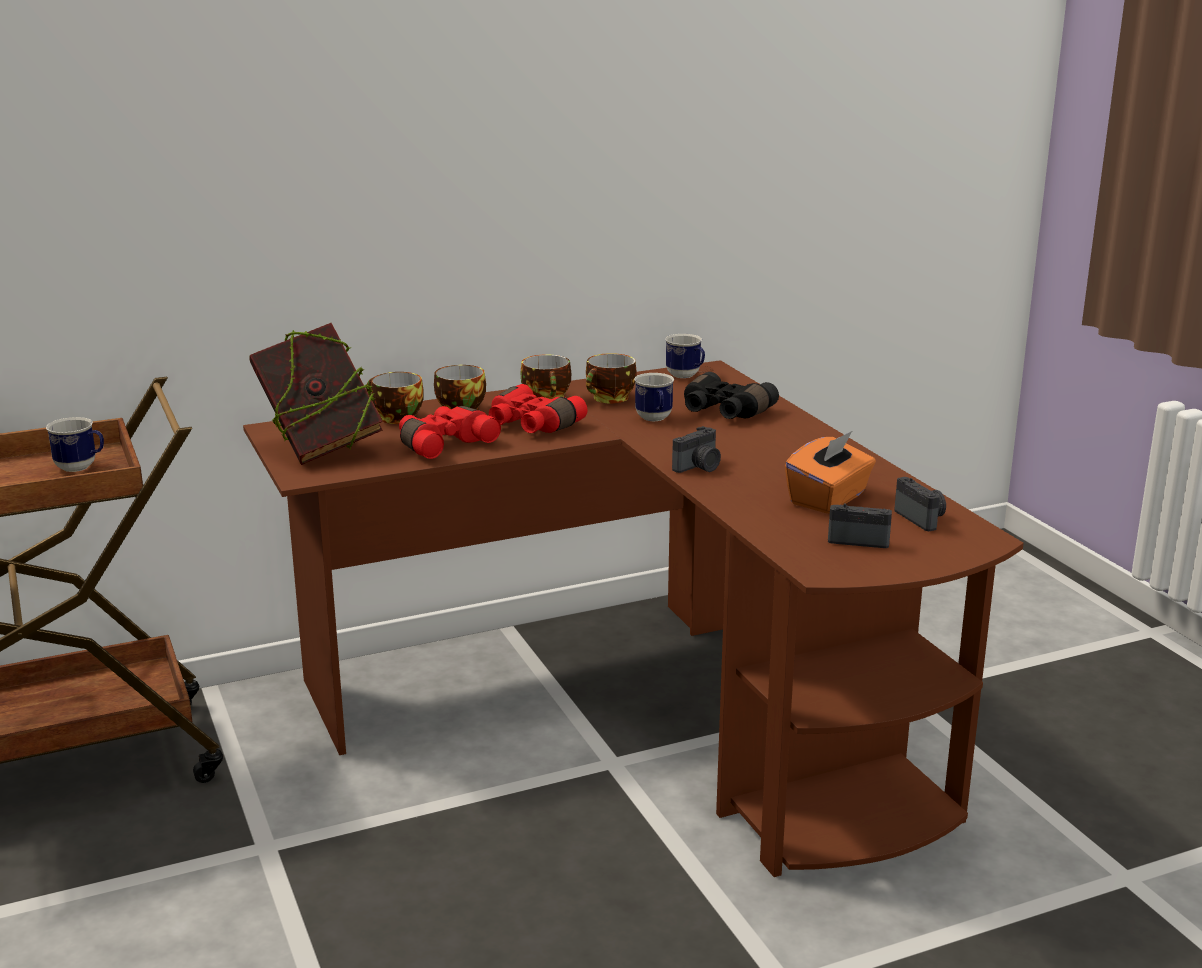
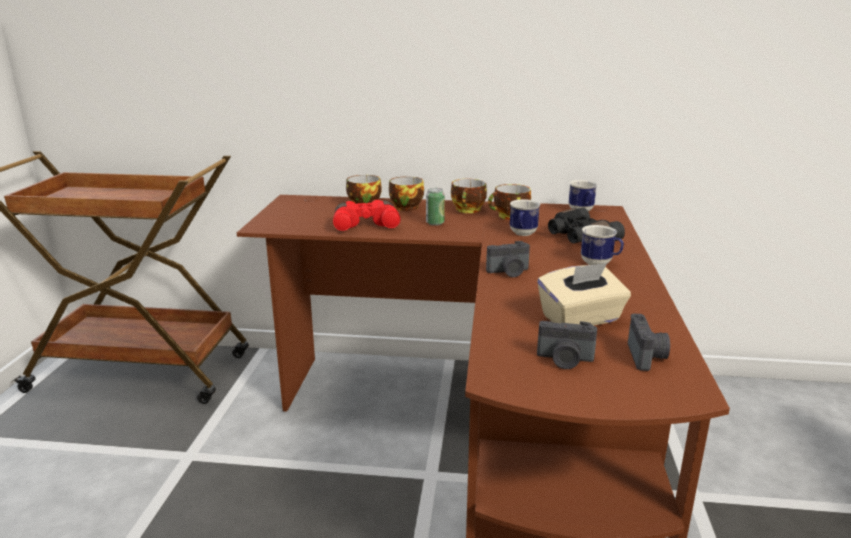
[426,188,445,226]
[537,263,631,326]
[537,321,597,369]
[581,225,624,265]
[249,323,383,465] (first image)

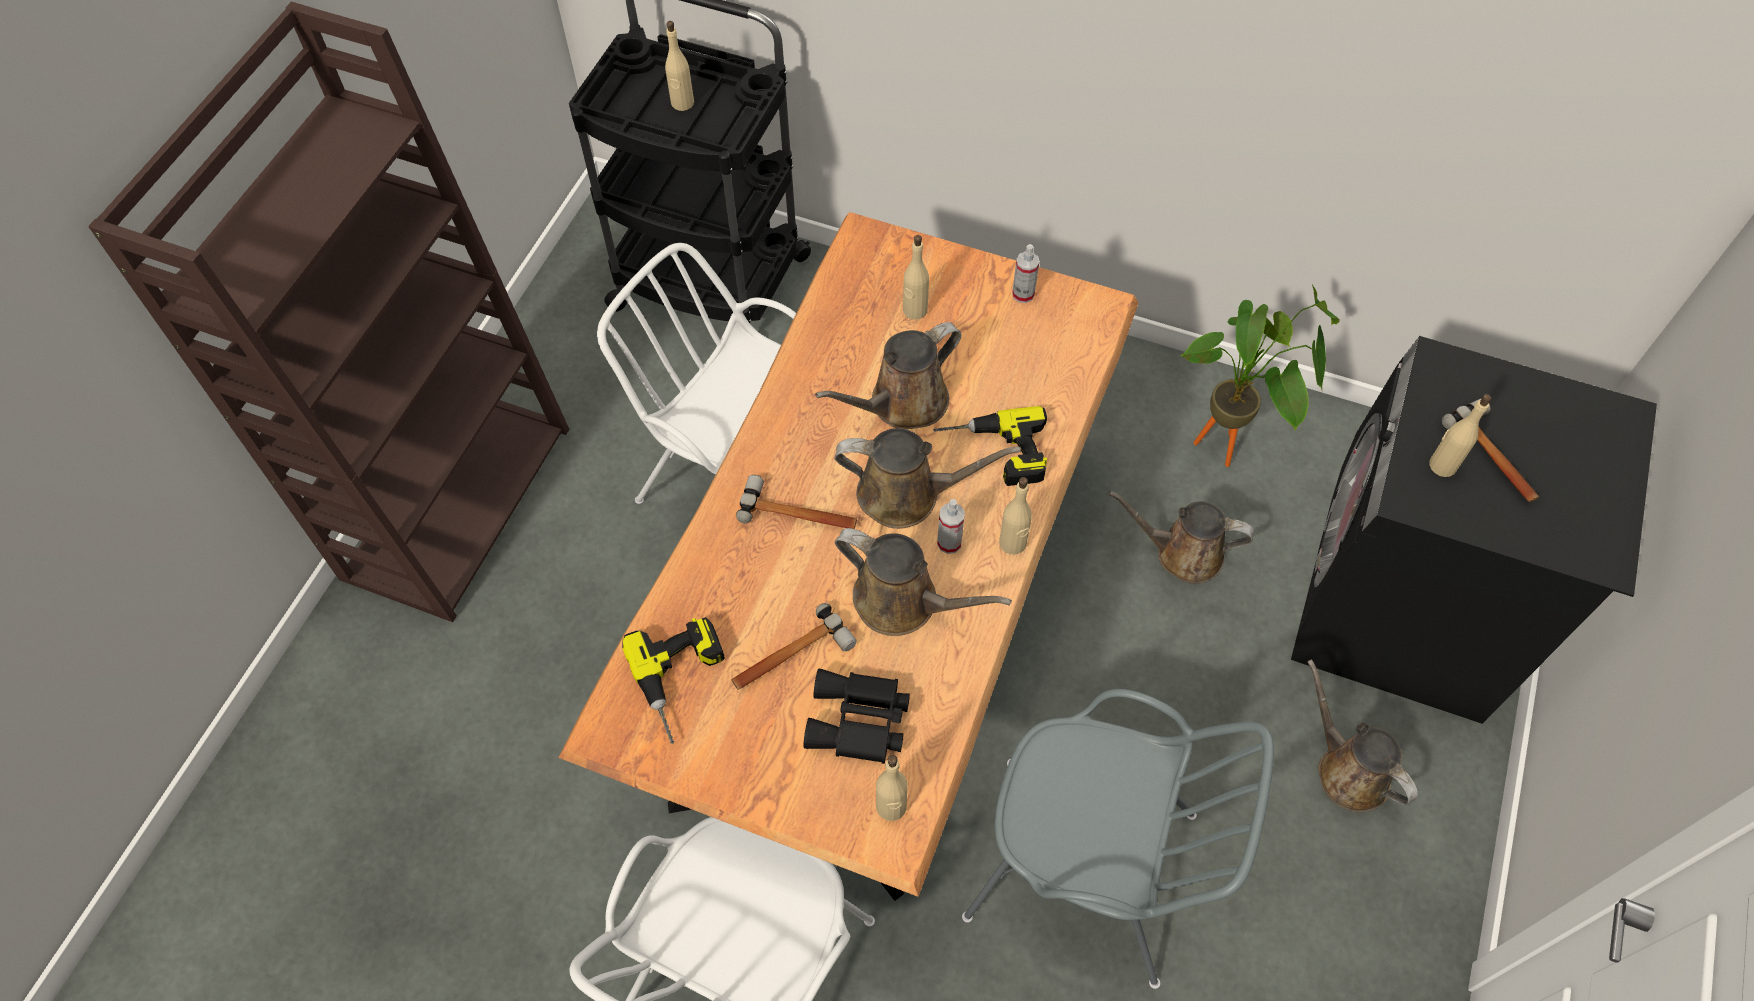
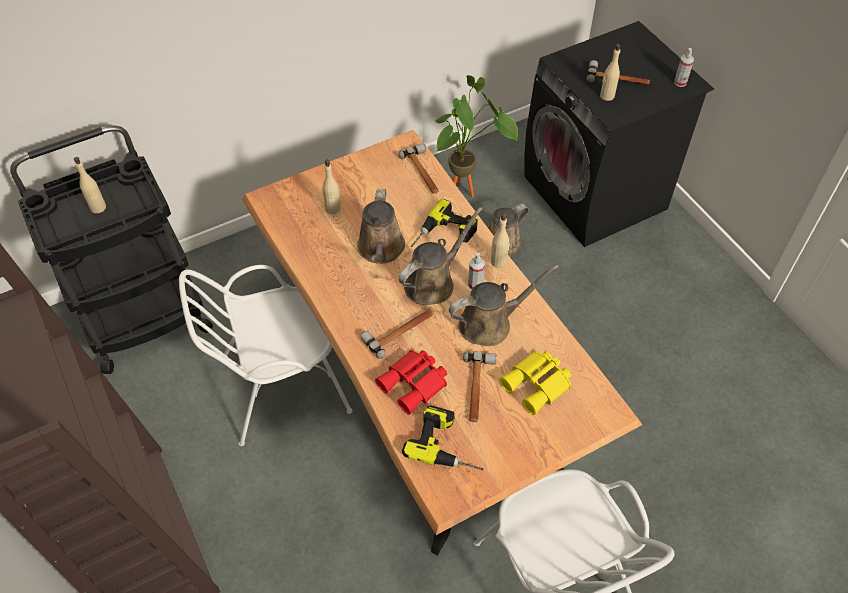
[375,350,447,415]
[398,143,439,194]
[499,350,571,415]
[674,48,694,87]
[876,755,908,821] (first image)
[962,689,1274,989] (first image)
[1307,659,1418,813] (first image)

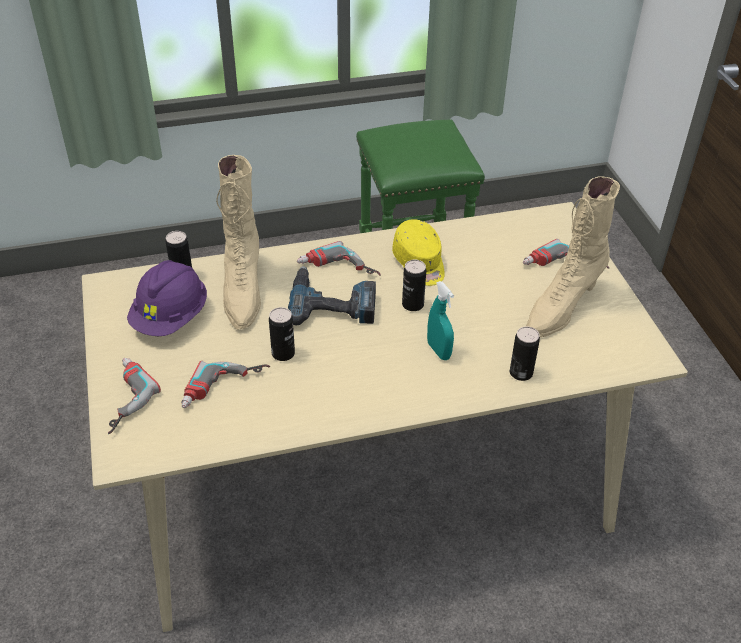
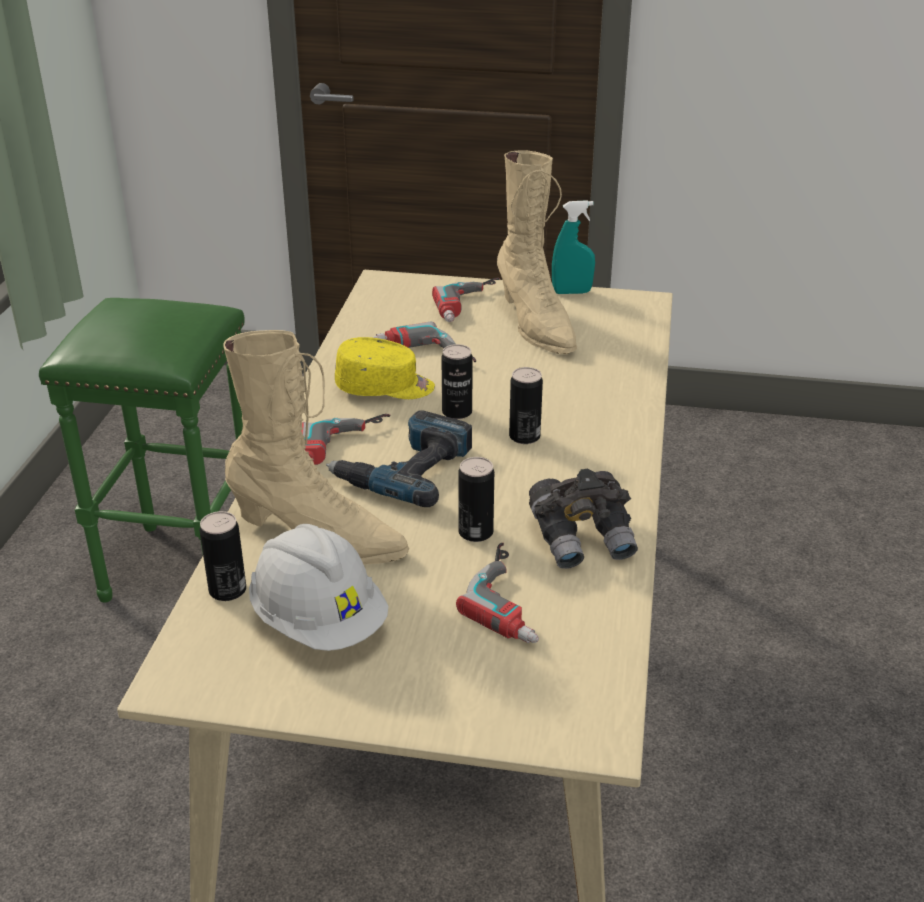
[249,524,389,651]
[372,322,476,362]
[509,367,543,444]
[529,469,638,569]
[552,200,595,294]

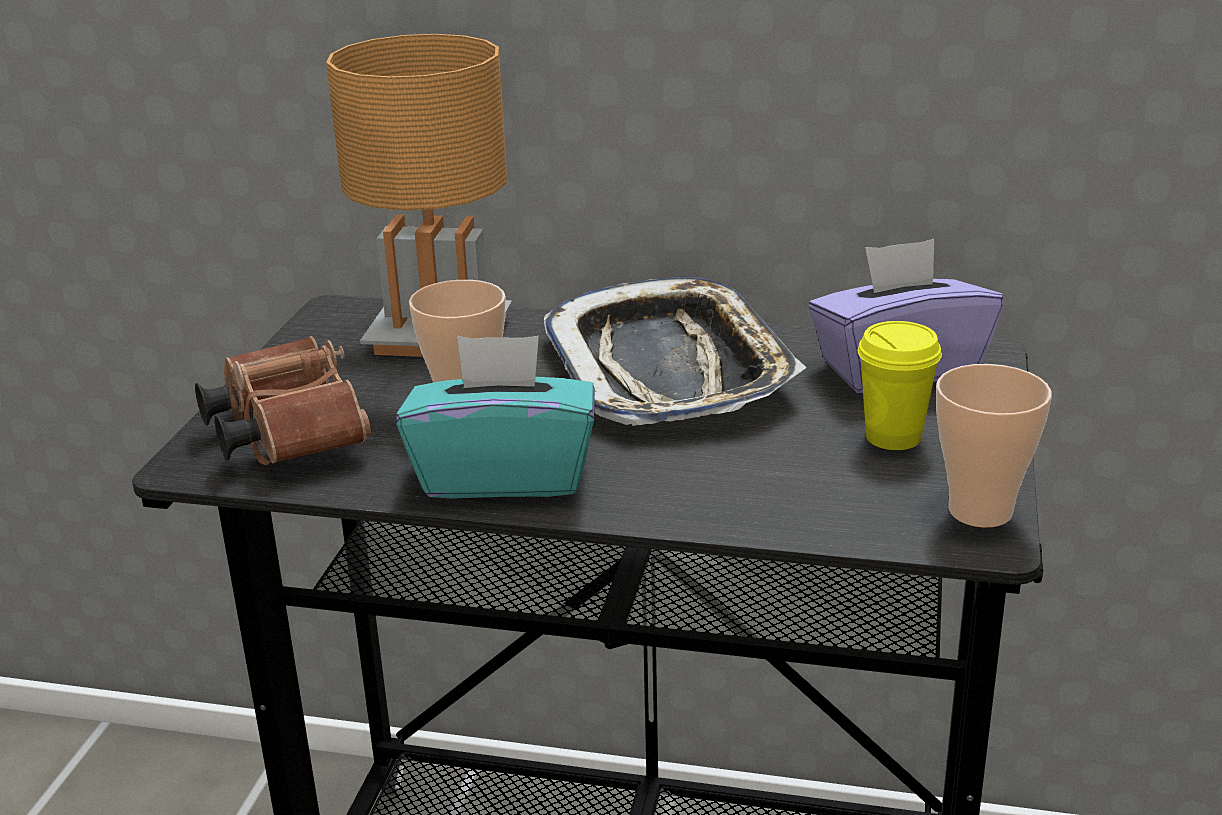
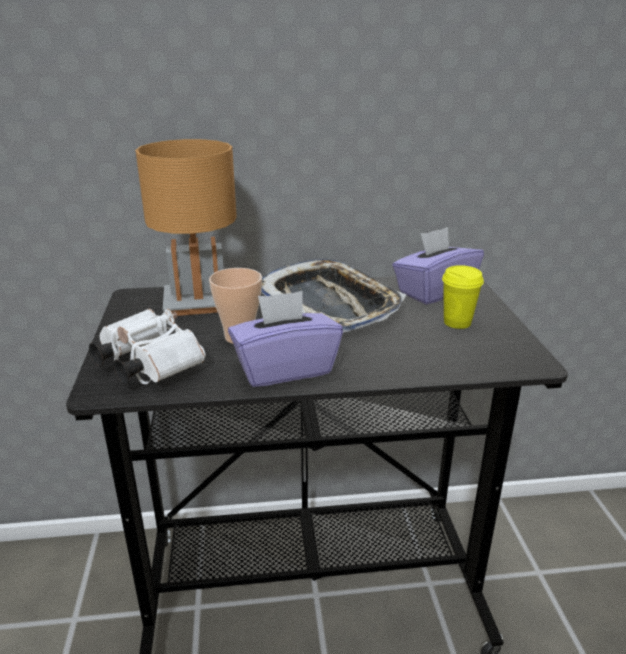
[89,309,206,385]
[228,291,343,387]
[936,364,1052,528] (first image)

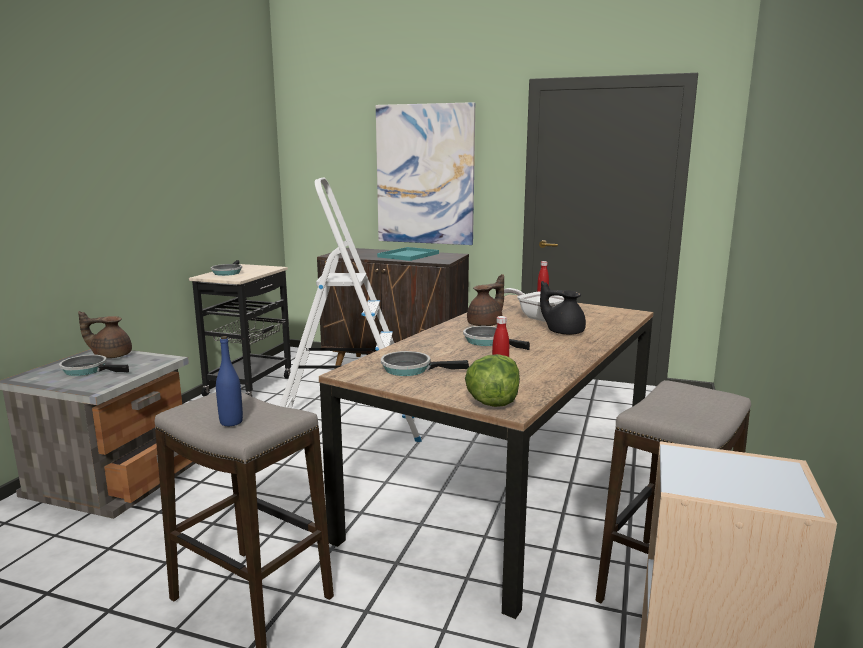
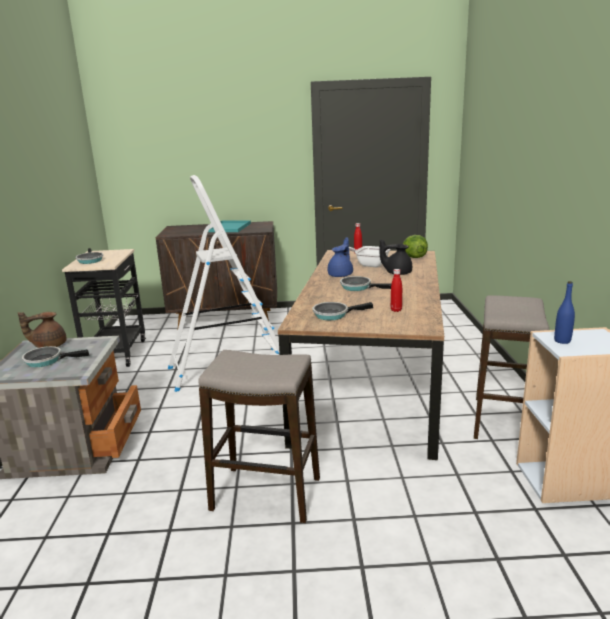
[328,237,353,277]
[403,235,428,258]
[554,281,575,344]
[376,102,475,245] (first image)

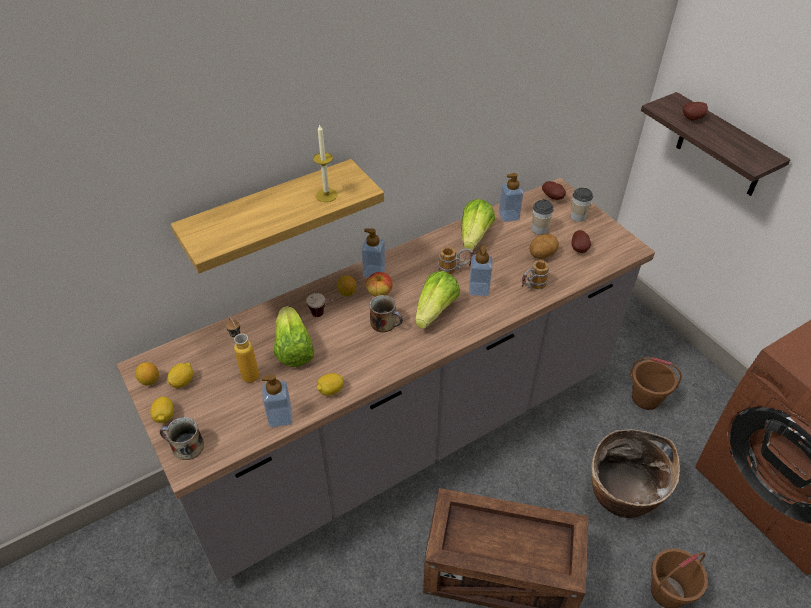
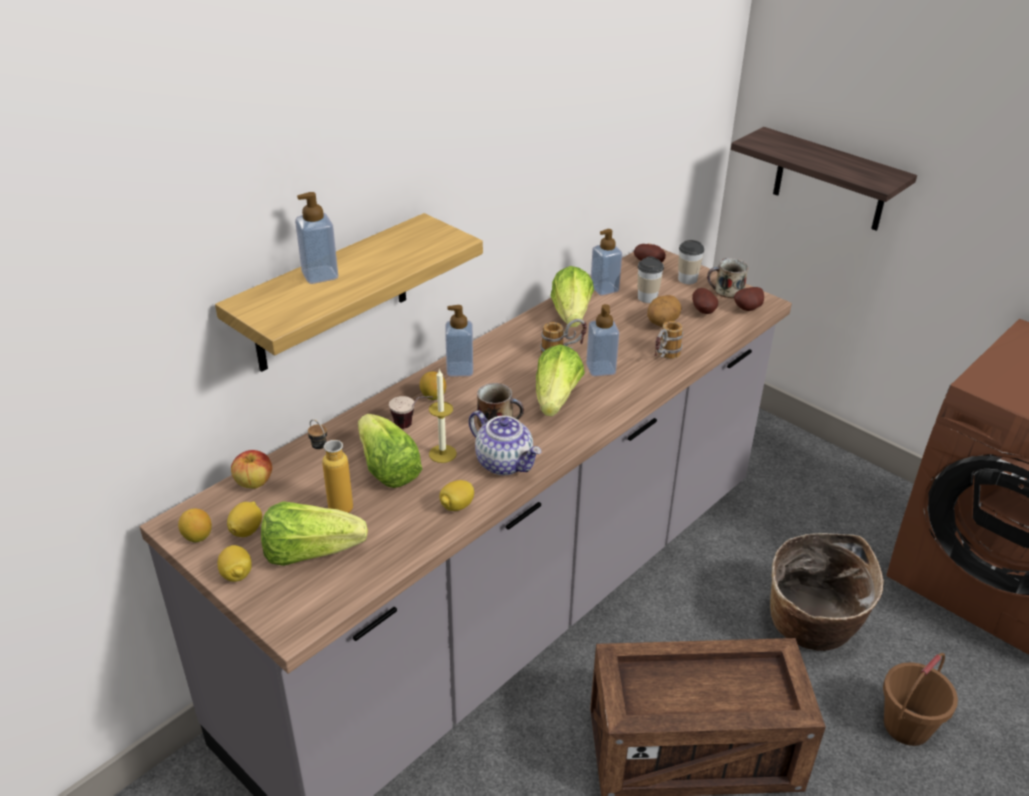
[231,450,272,489]
[261,501,368,566]
[295,192,338,284]
[429,368,457,463]
[469,411,541,475]
[707,258,749,298]
[734,287,764,311]
[630,357,682,410] (first image)

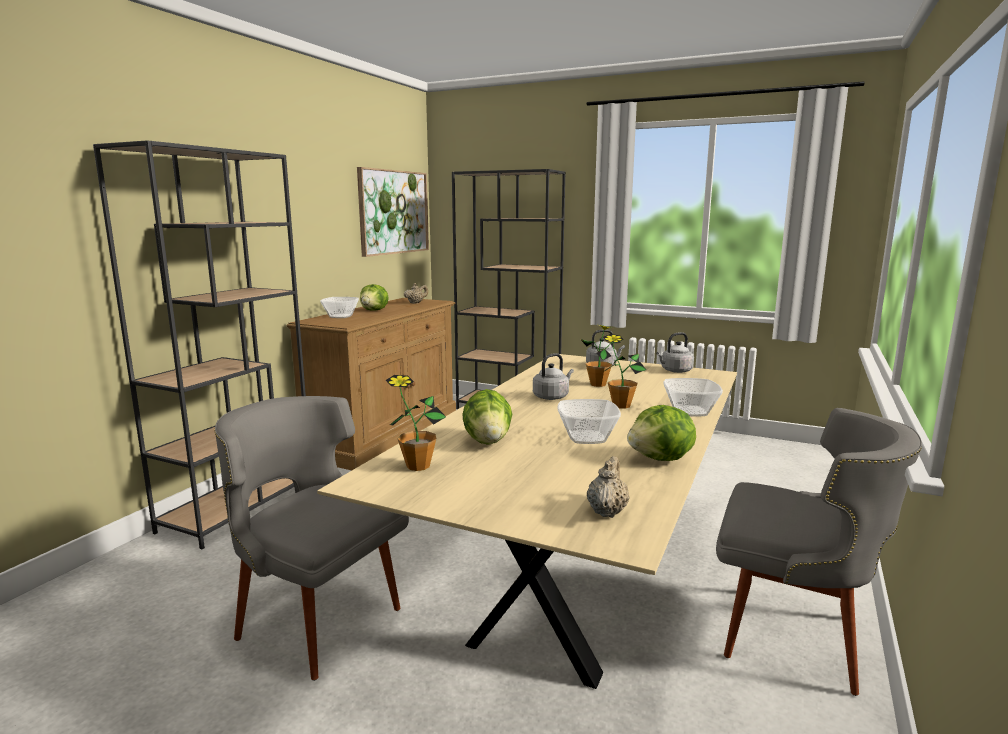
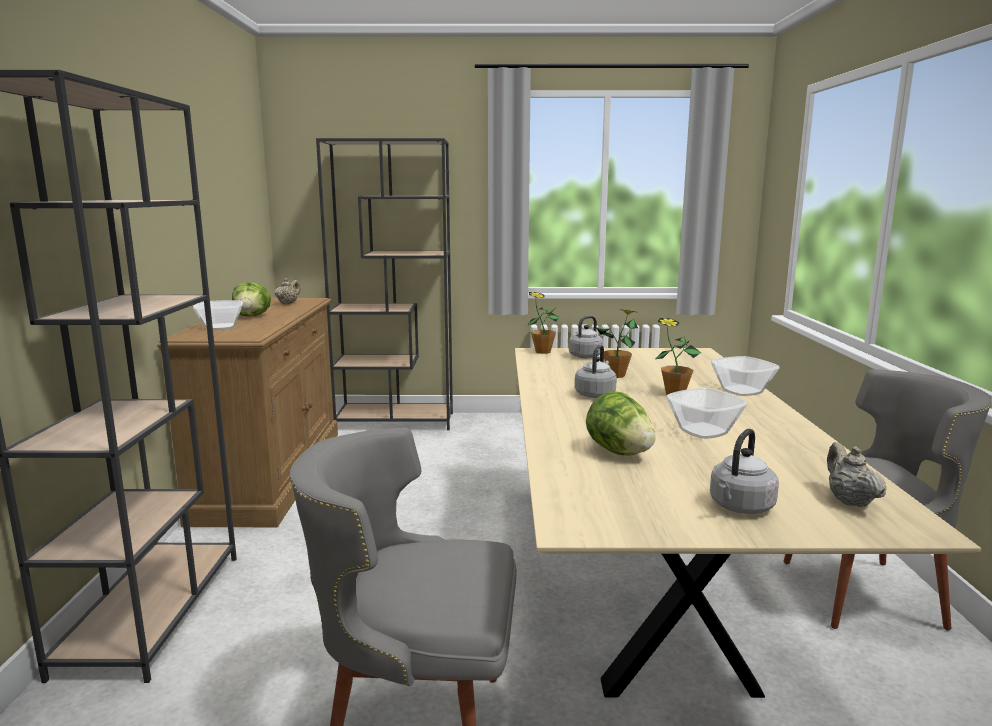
[528,292,560,354]
[710,429,779,514]
[357,167,429,257] (first image)
[627,405,696,461] (first image)

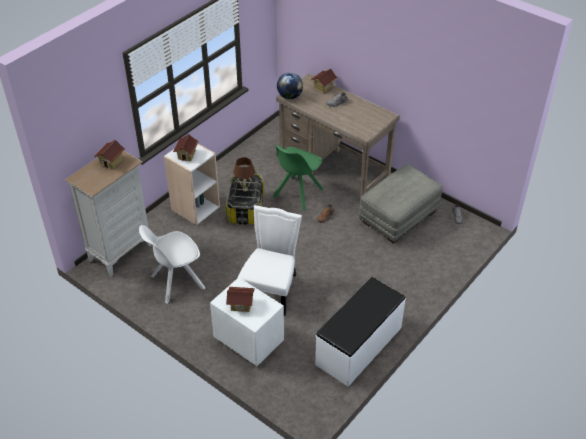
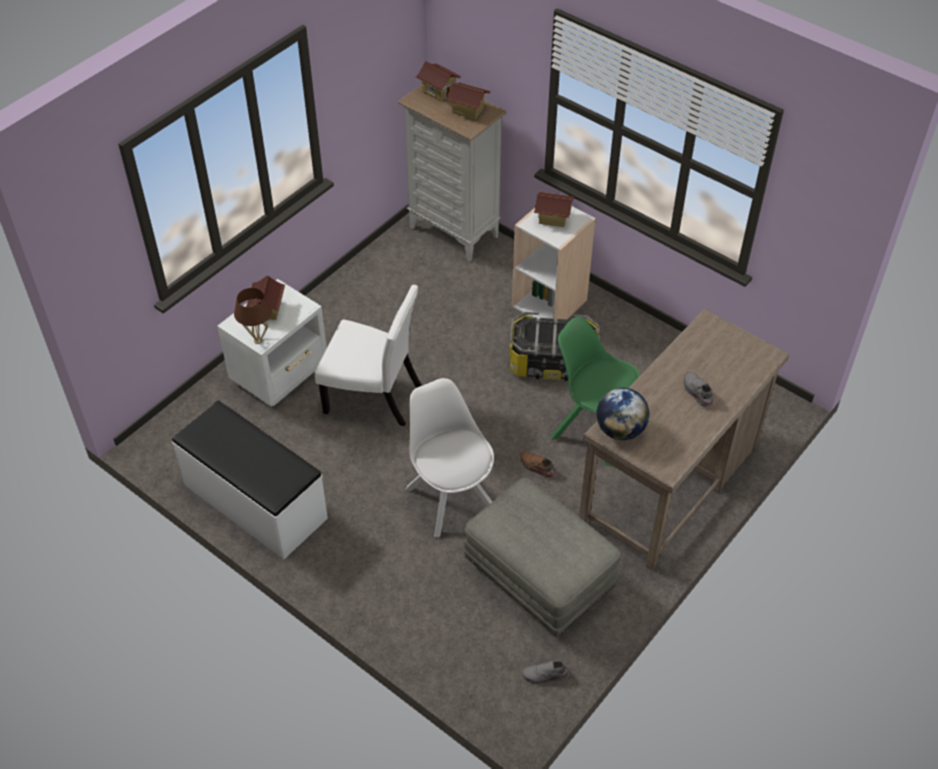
[234,288,272,344]
[405,378,494,537]
[416,61,462,101]
[596,388,649,440]

